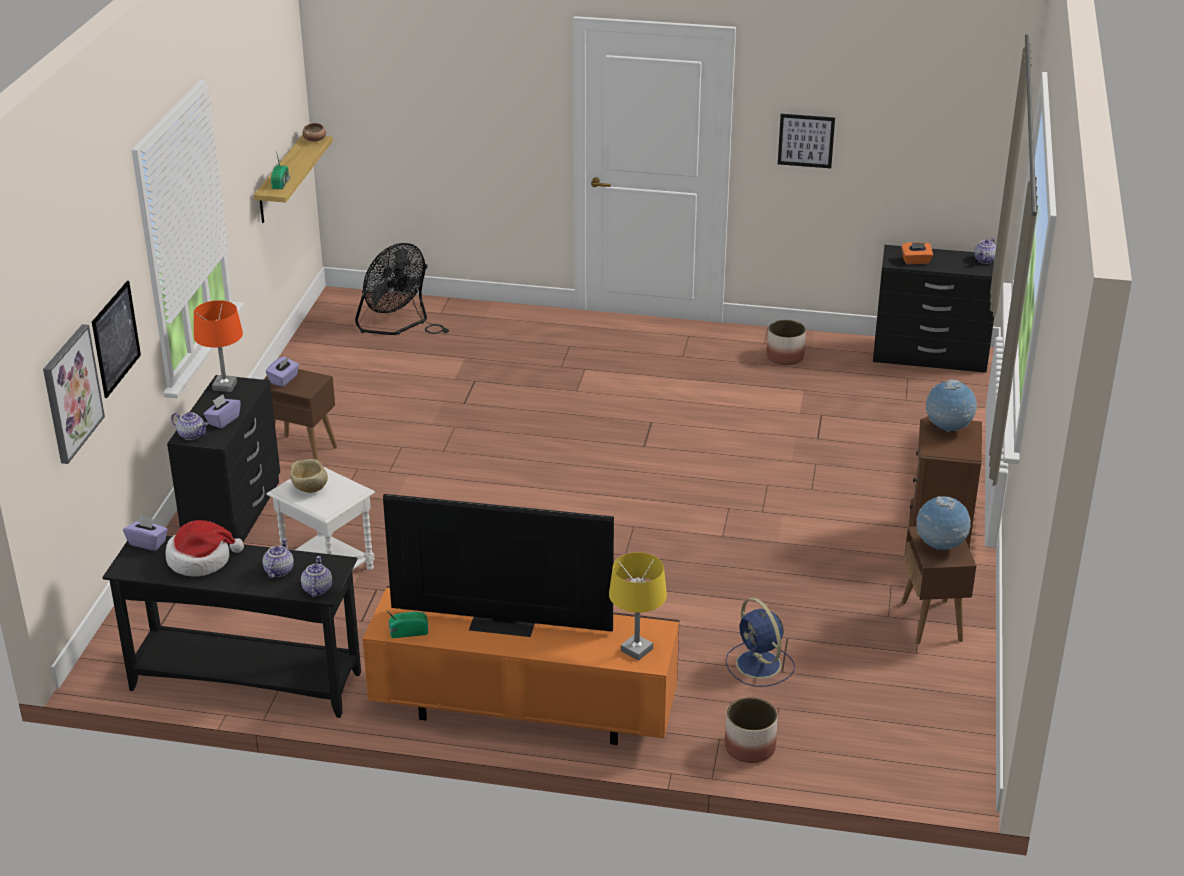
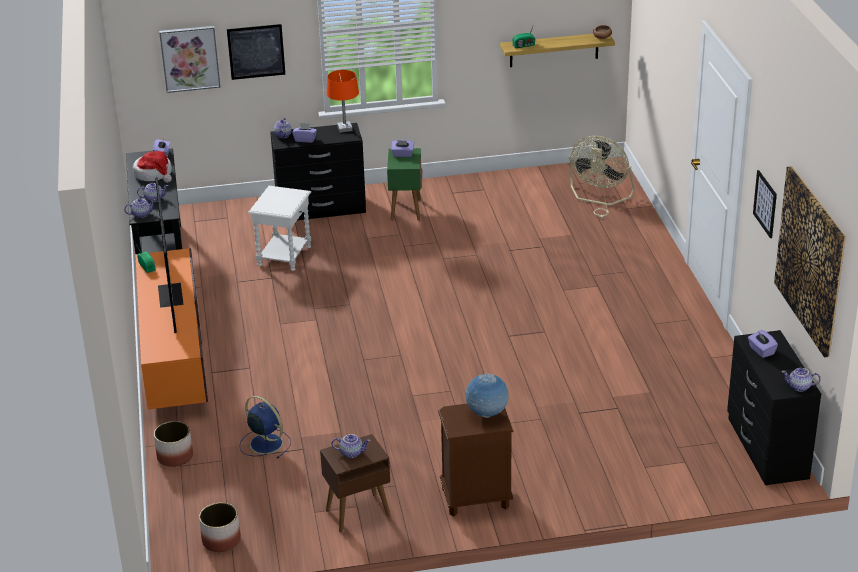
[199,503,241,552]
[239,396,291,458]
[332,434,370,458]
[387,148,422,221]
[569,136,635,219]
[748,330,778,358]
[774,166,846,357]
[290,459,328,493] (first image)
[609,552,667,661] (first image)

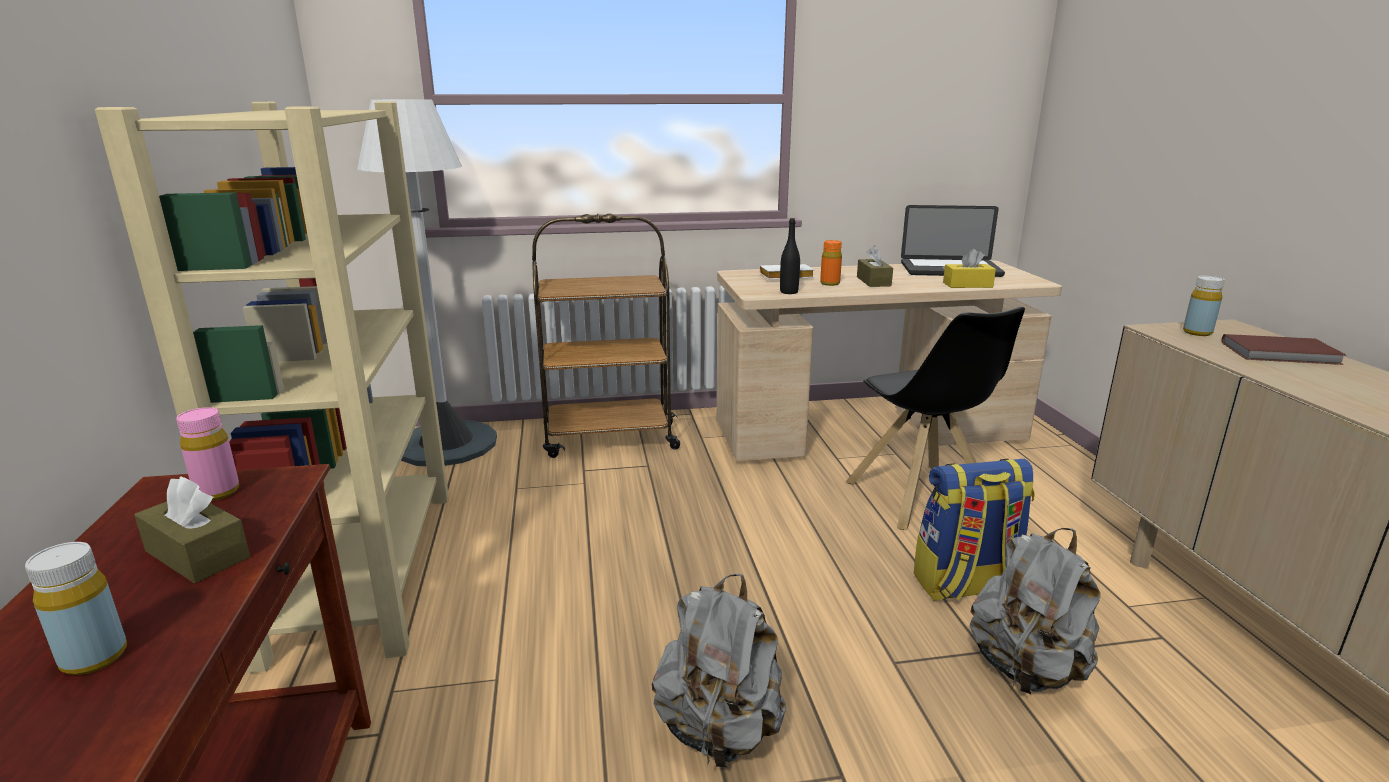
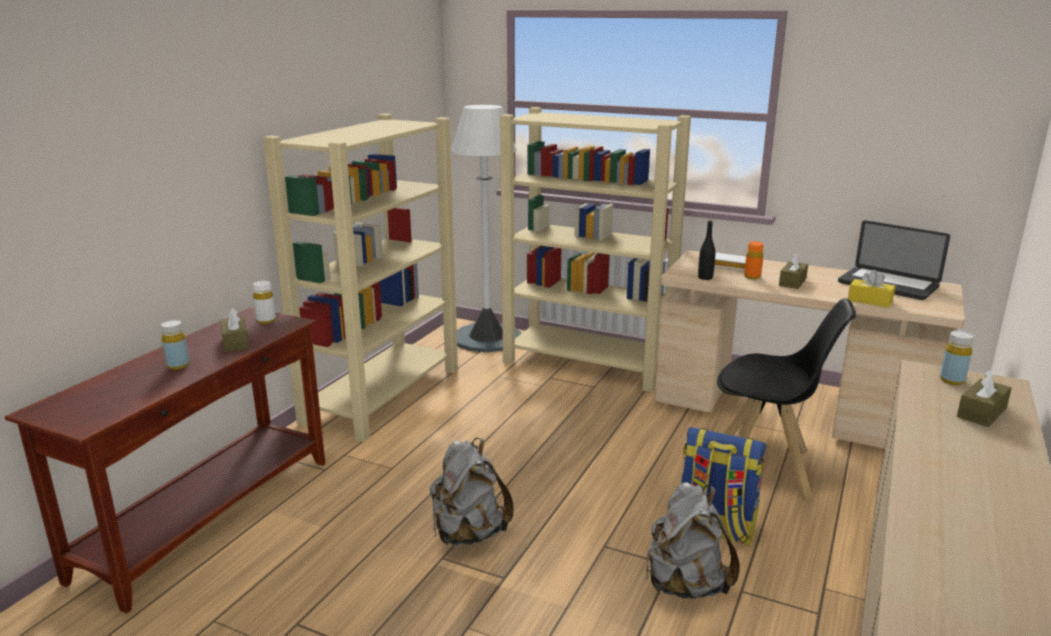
[253,281,276,324]
[500,107,691,392]
[717,298,856,500]
[957,369,1012,427]

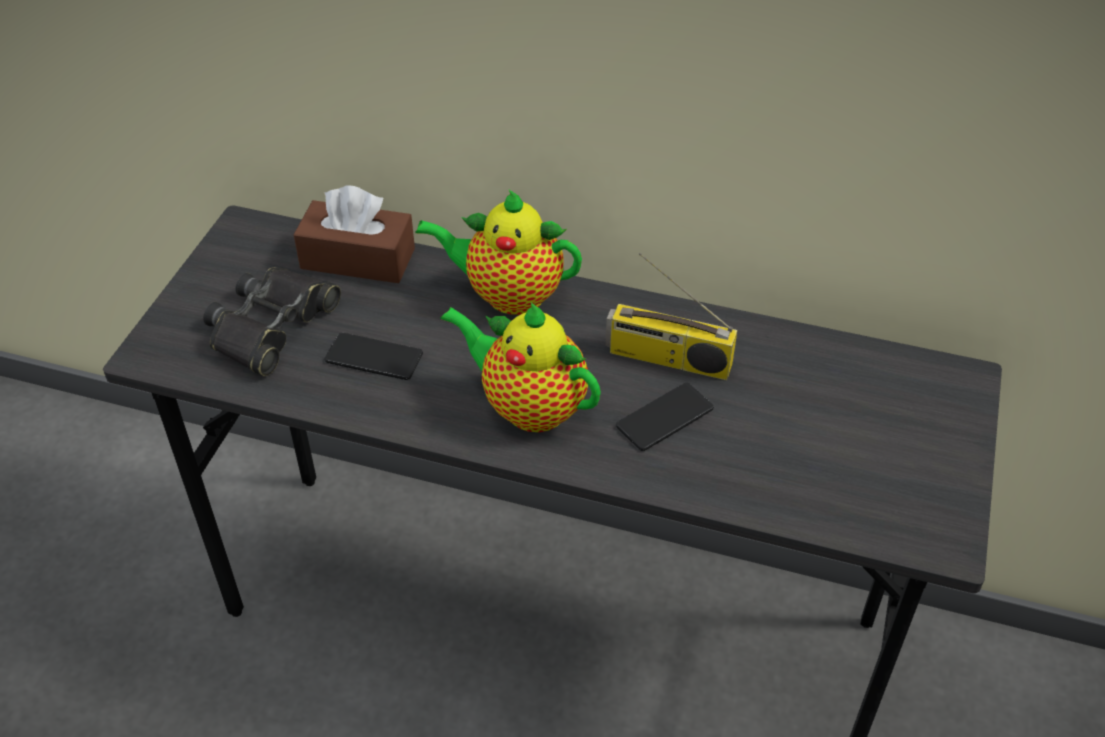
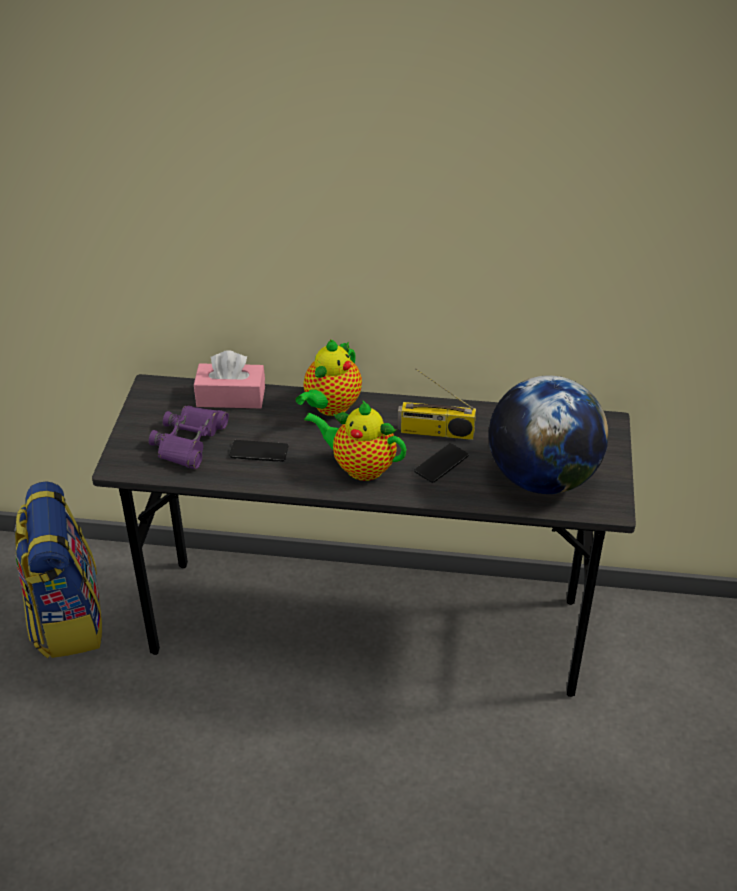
[14,481,102,658]
[149,406,229,469]
[194,350,265,408]
[296,339,362,416]
[489,375,608,494]

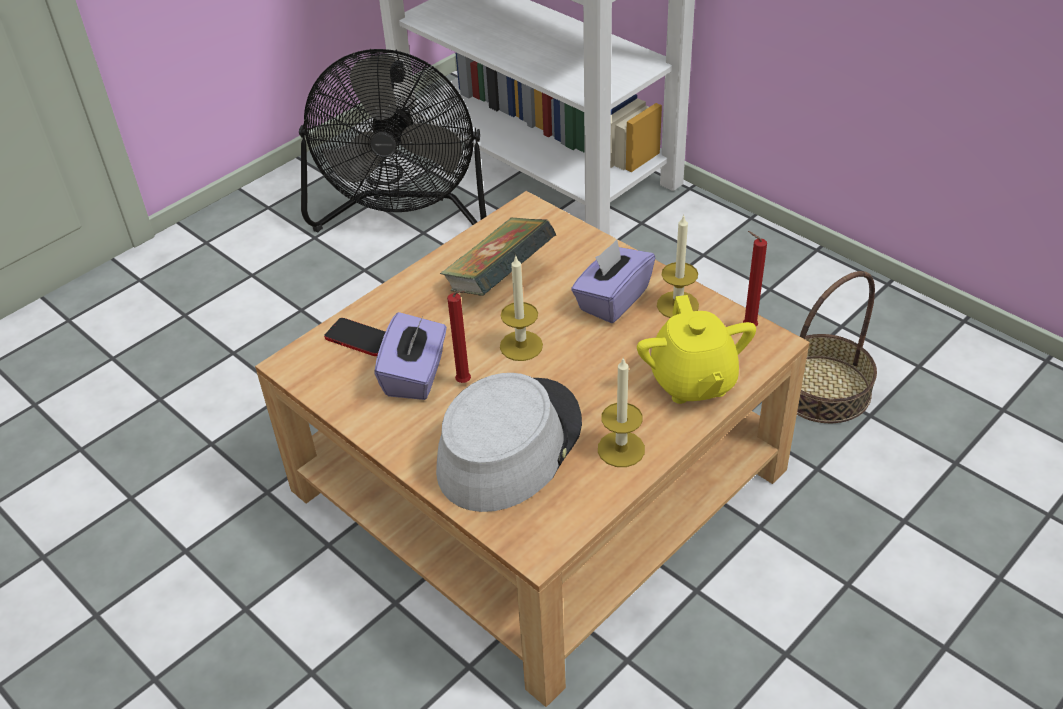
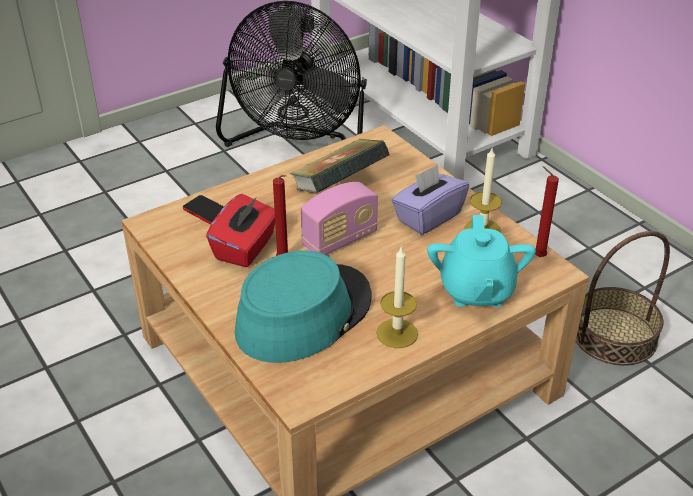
[206,194,275,267]
[235,251,372,363]
[301,182,378,255]
[427,215,536,307]

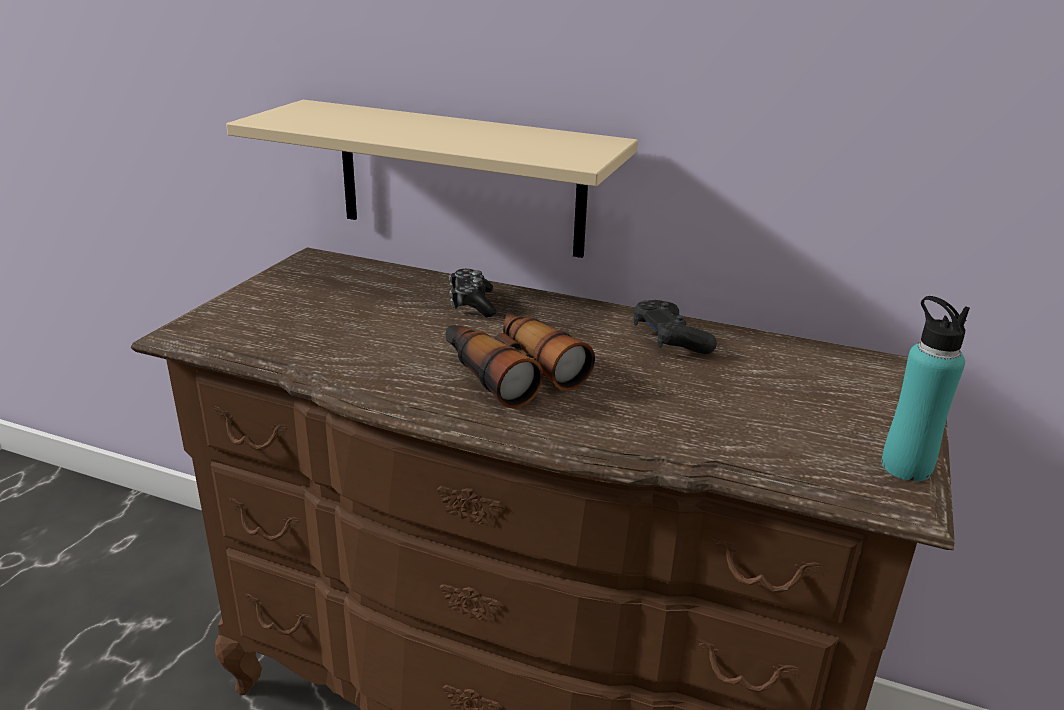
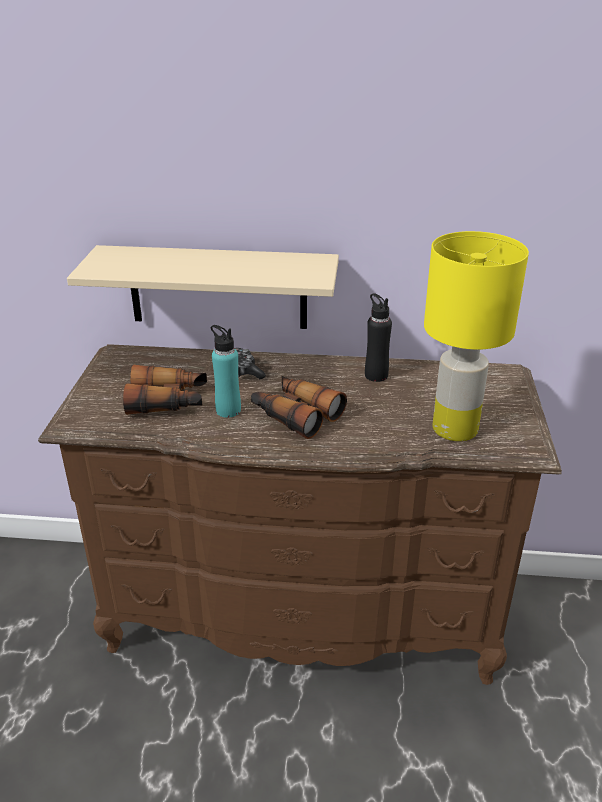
[123,365,207,415]
[211,325,241,418]
[365,293,392,382]
[424,231,529,441]

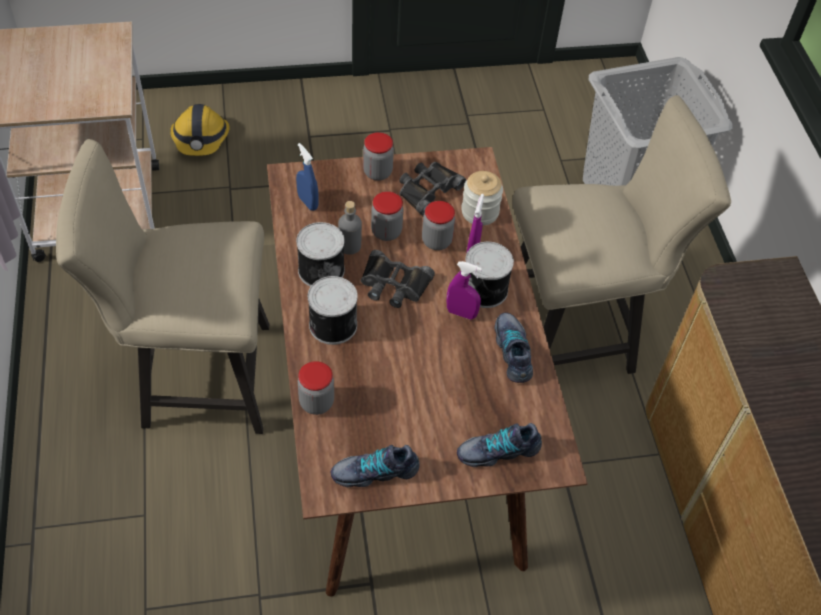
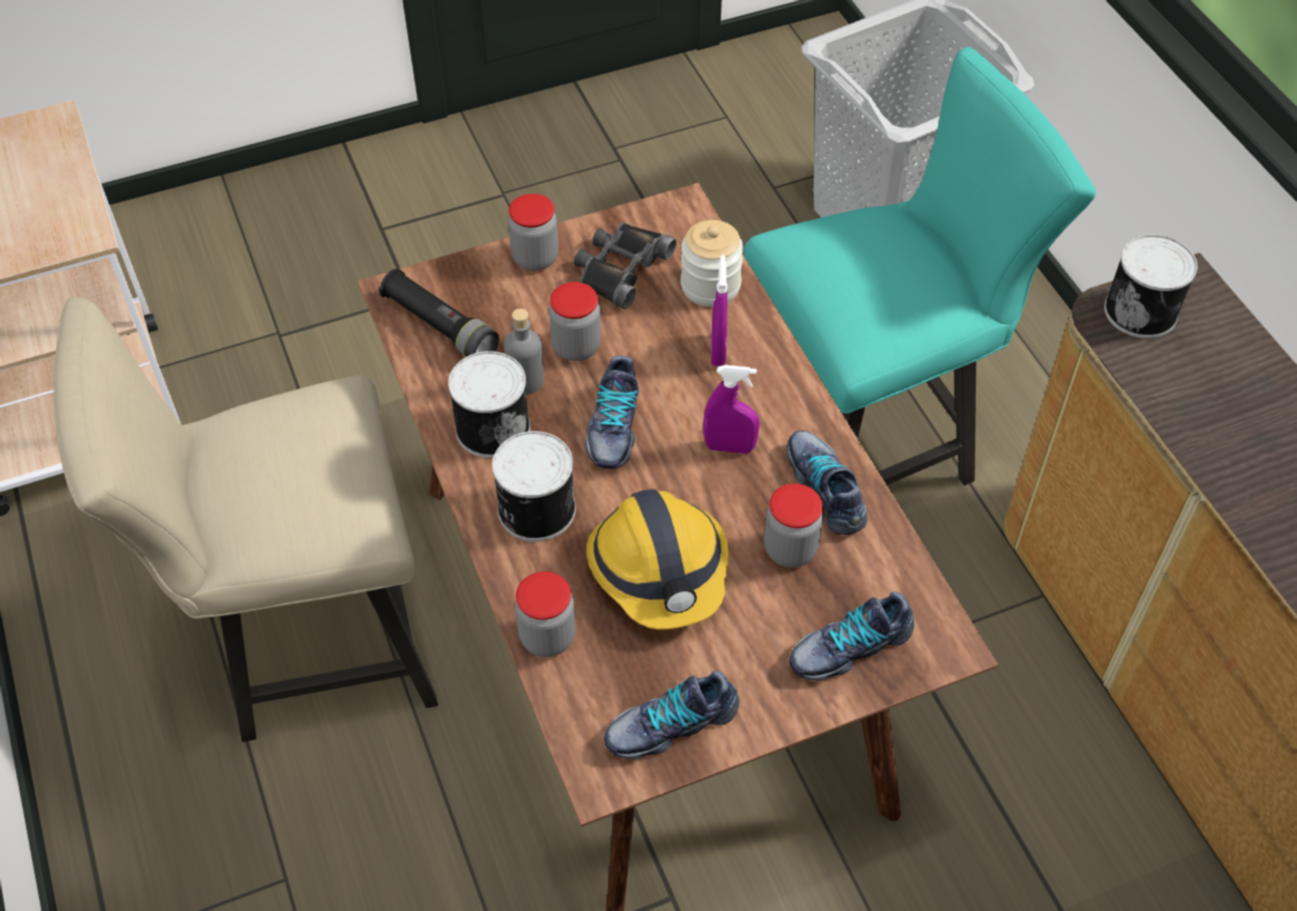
[379,269,499,357]
[584,356,639,469]
[586,489,729,630]
[744,47,1096,486]
[764,484,823,567]
[1104,234,1197,339]

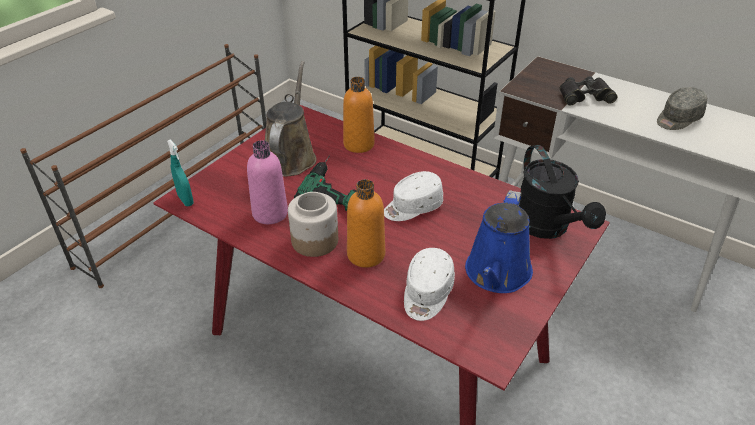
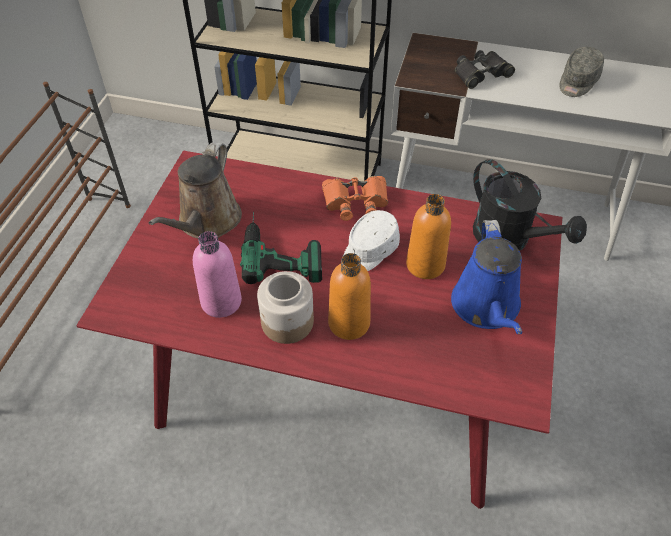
[149,142,242,239]
[322,176,388,221]
[406,194,451,279]
[167,139,194,206] (first image)
[404,248,455,321] (first image)

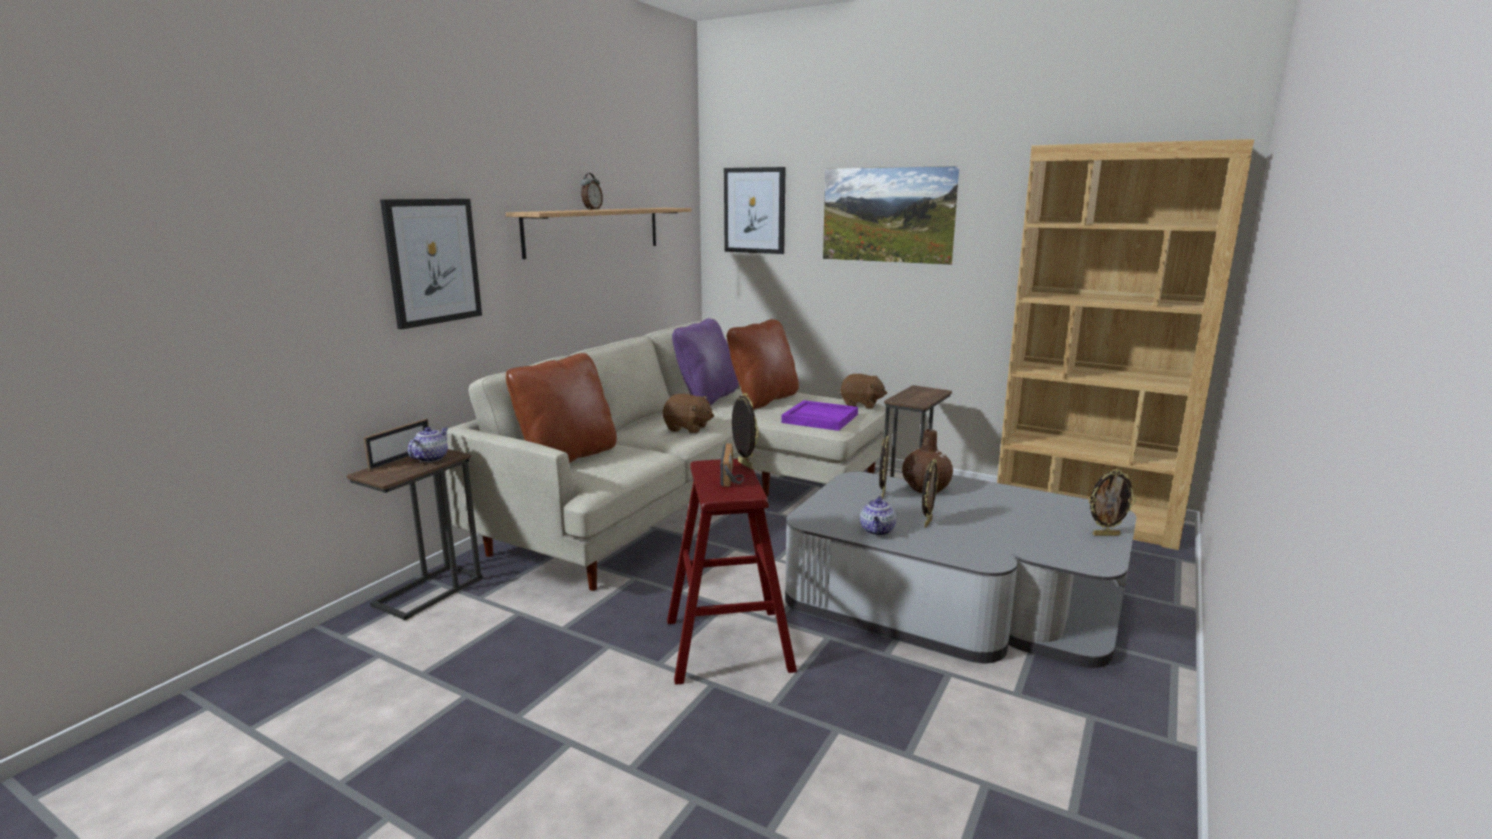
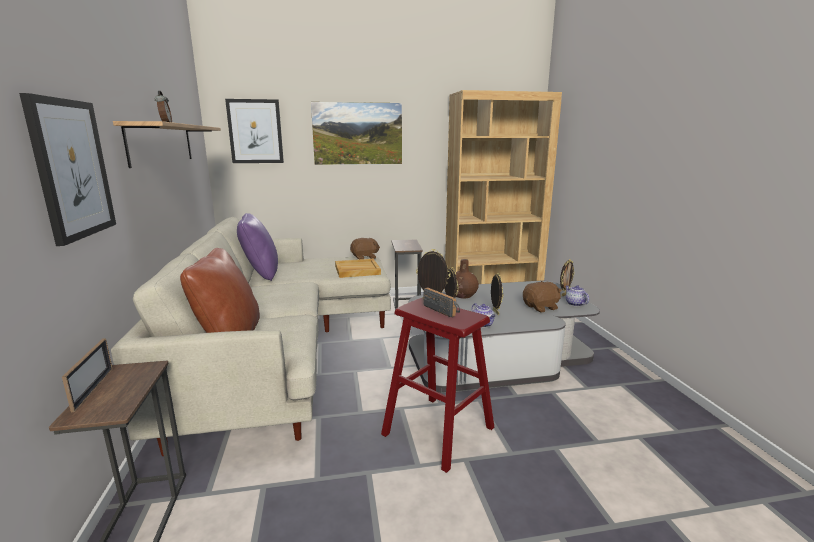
[335,259,381,278]
[523,281,562,313]
[565,285,589,306]
[727,319,799,410] (first image)

